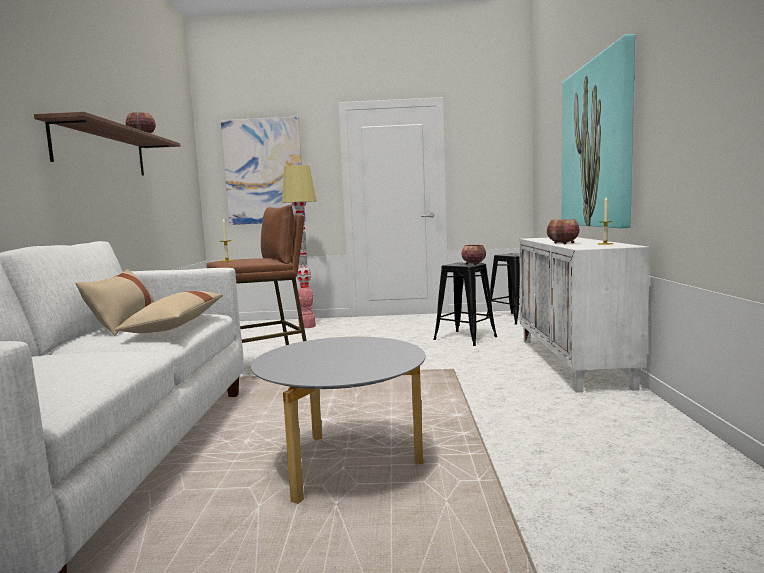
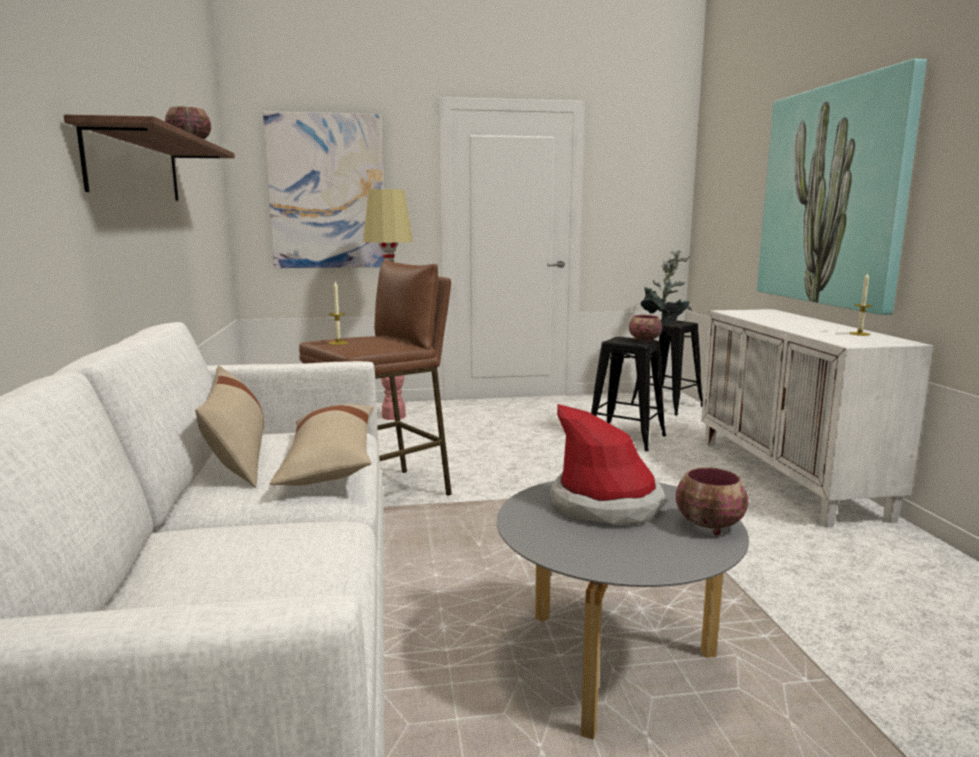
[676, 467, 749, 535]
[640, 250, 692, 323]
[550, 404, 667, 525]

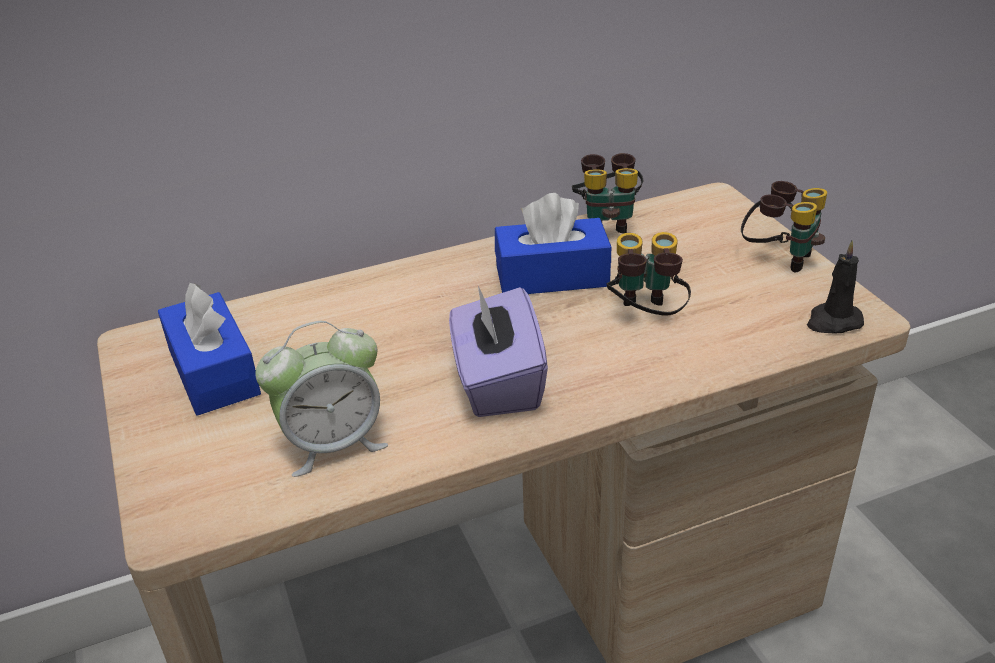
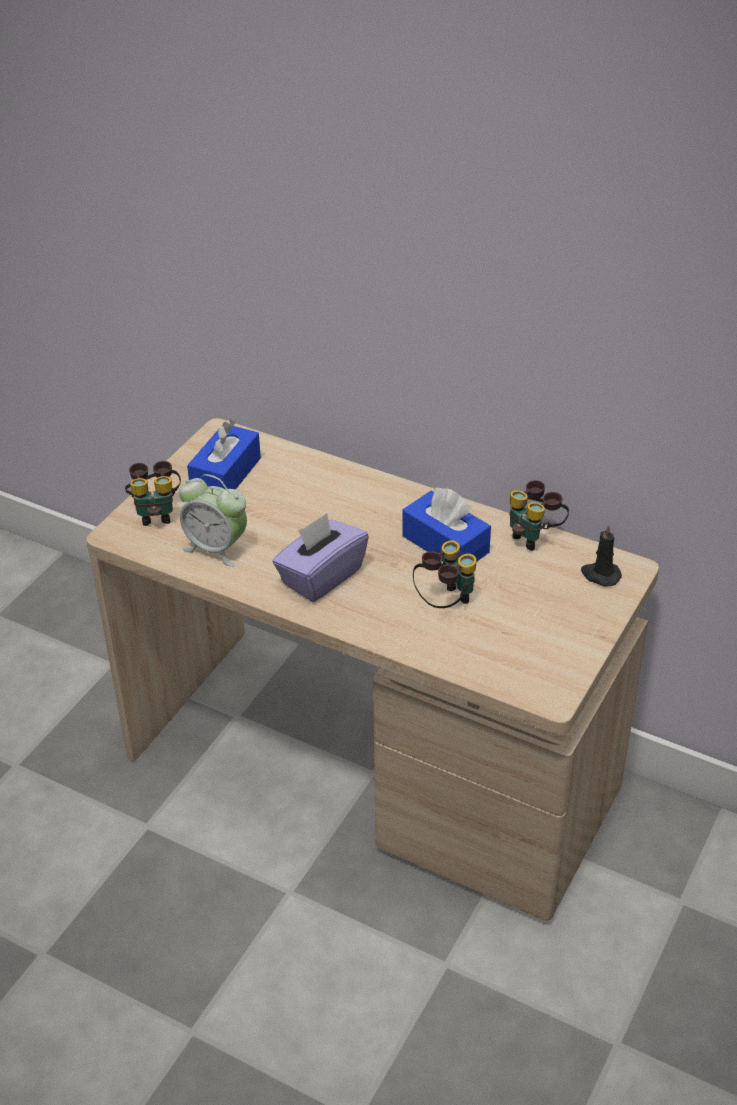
[125, 461, 181, 526]
[581, 524, 622, 587]

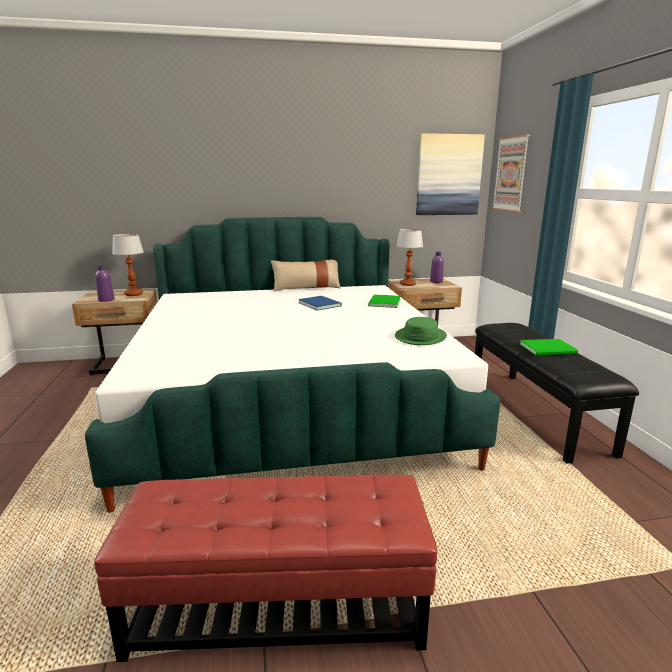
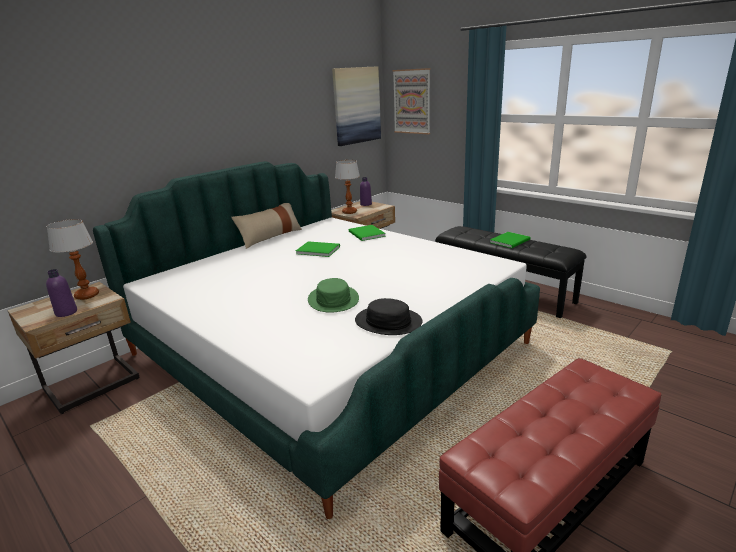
[296, 241, 340, 257]
[308, 278, 359, 313]
[355, 298, 422, 335]

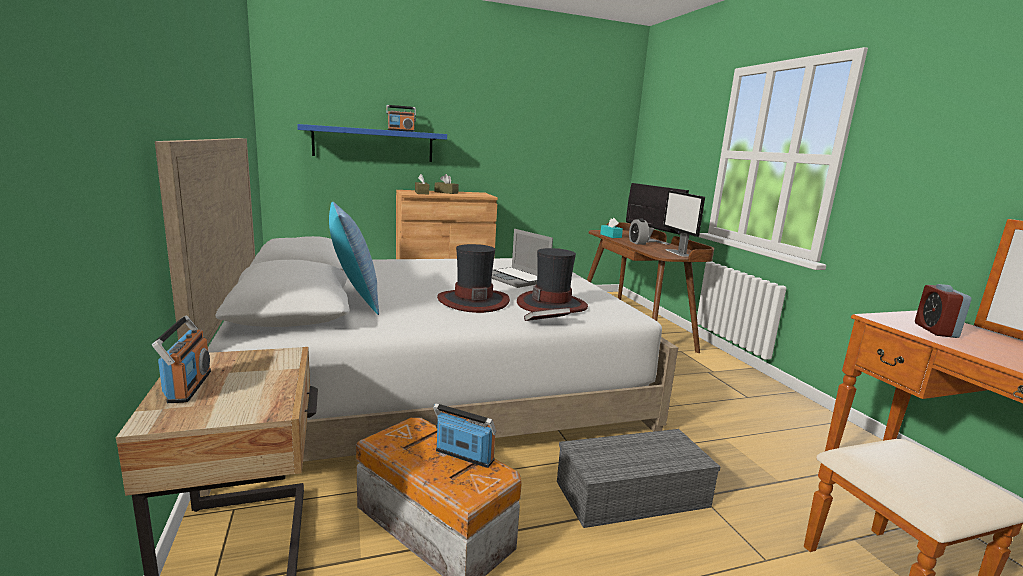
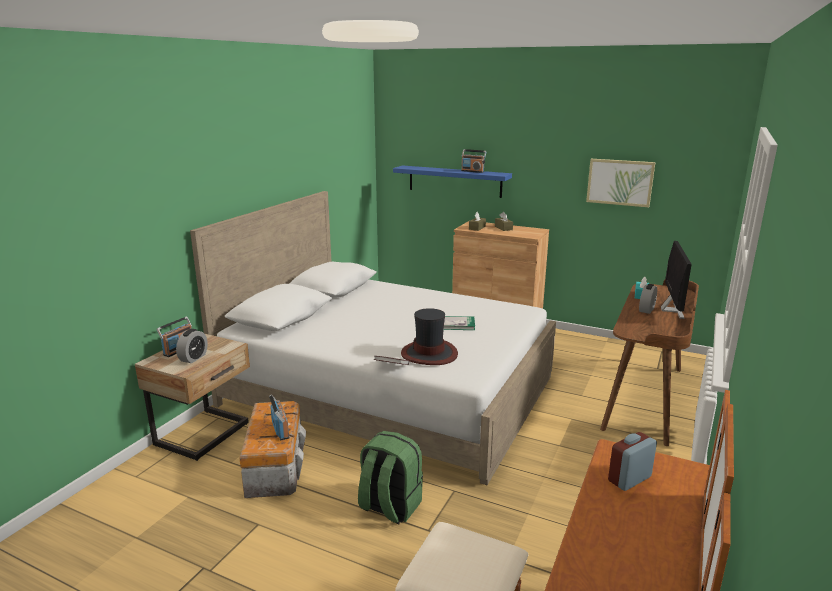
[663, 190, 705, 257] (first image)
[329, 202, 379, 315] (first image)
[444, 316, 475, 330]
[437, 244, 510, 313] (first image)
[358, 431, 423, 524]
[586, 159, 655, 207]
[176, 329, 208, 363]

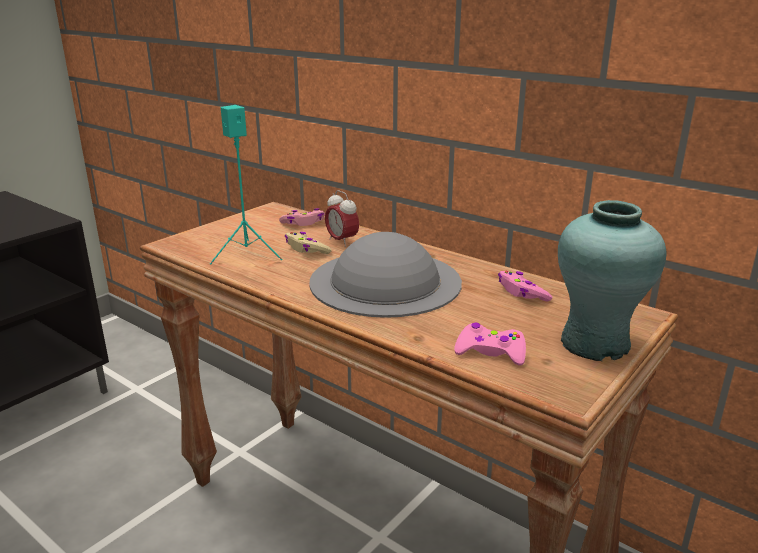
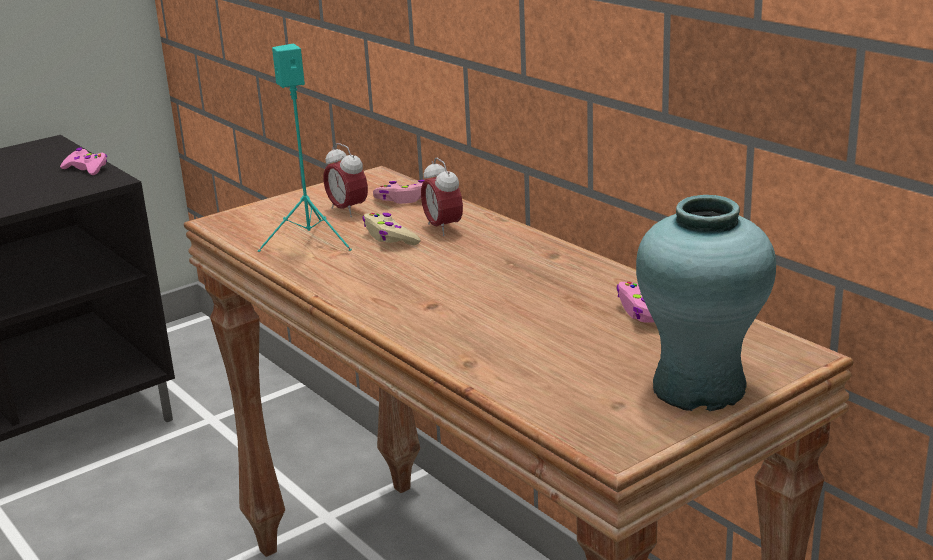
[309, 232, 462, 318] (first image)
[60, 147, 107, 175]
[324, 143, 368, 217]

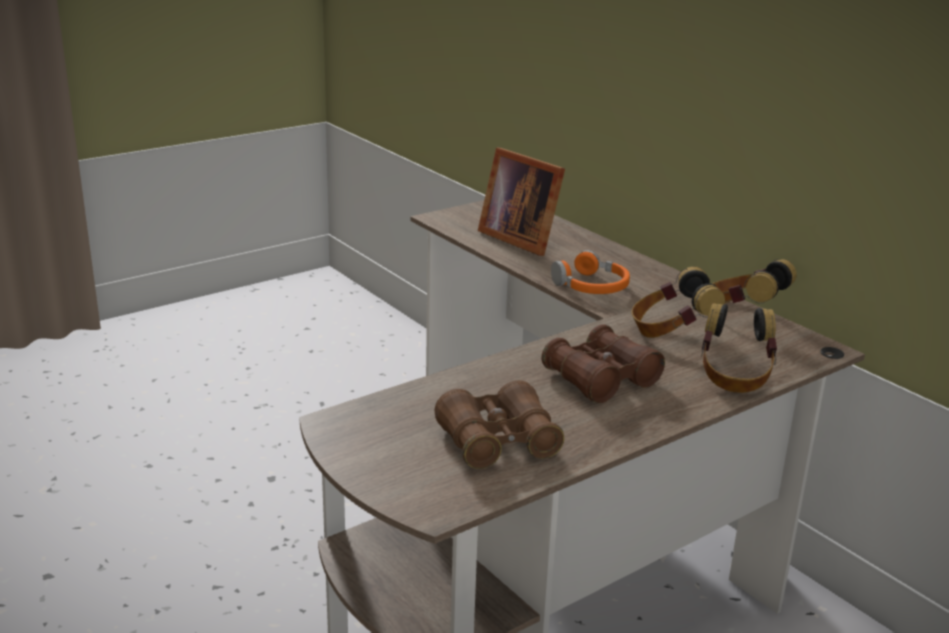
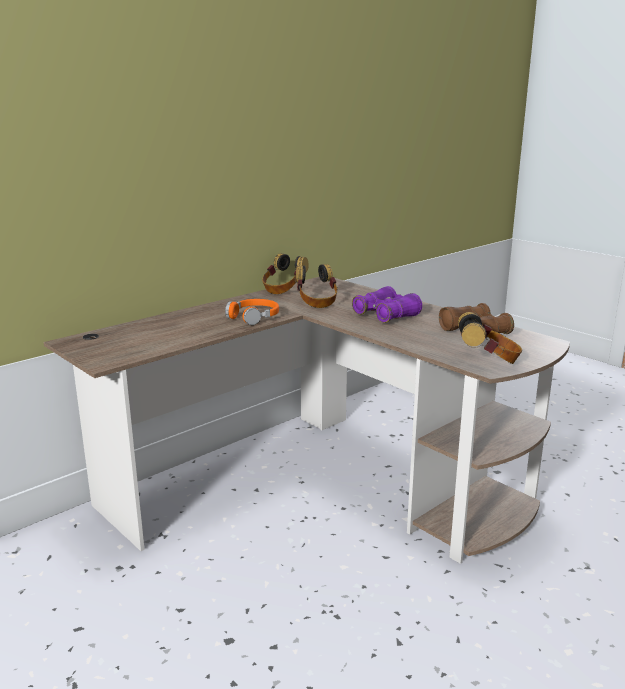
[478, 147, 565, 256] (first image)
[458, 312, 522, 364]
[352, 286, 422, 323]

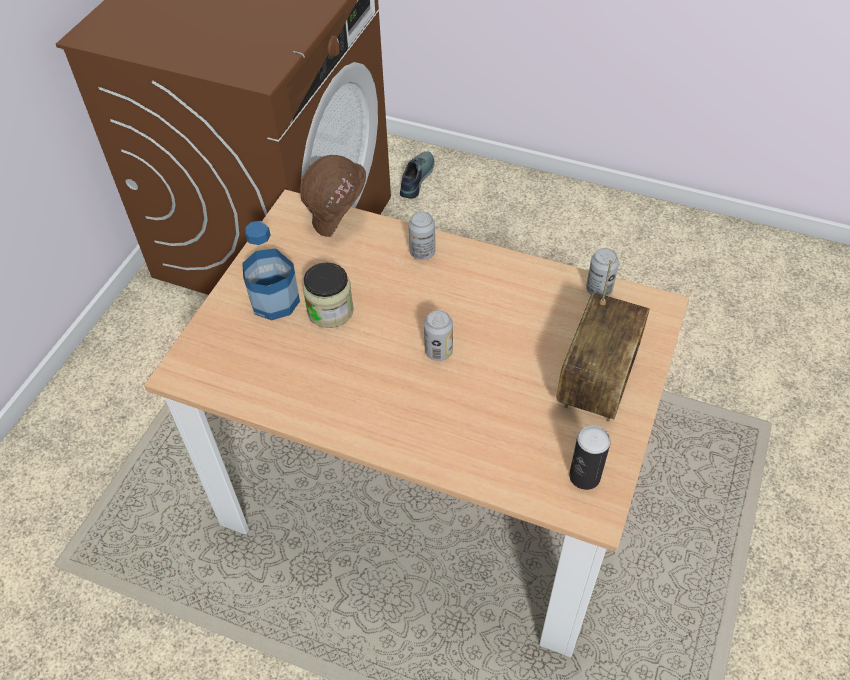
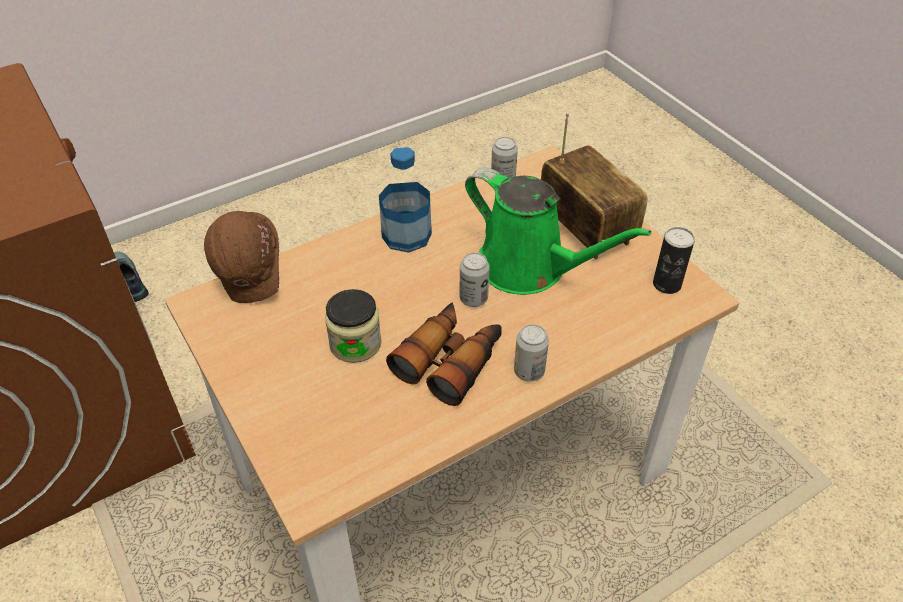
[514, 324, 549, 382]
[379, 147, 432, 253]
[465, 168, 652, 295]
[386, 302, 502, 406]

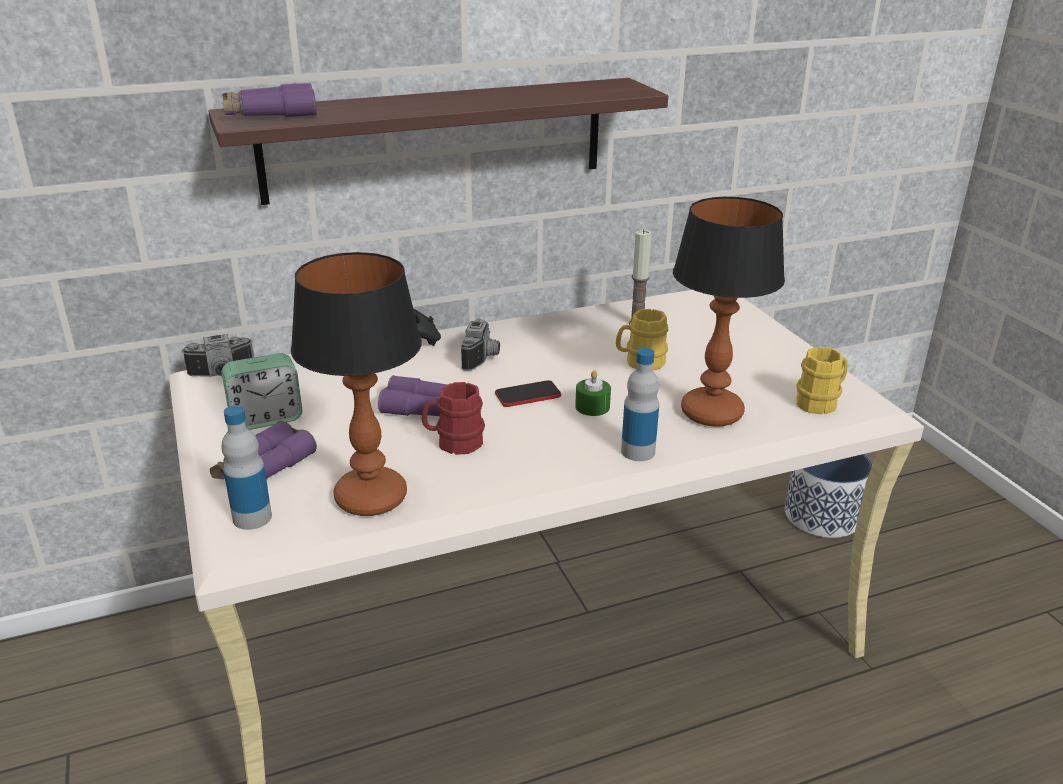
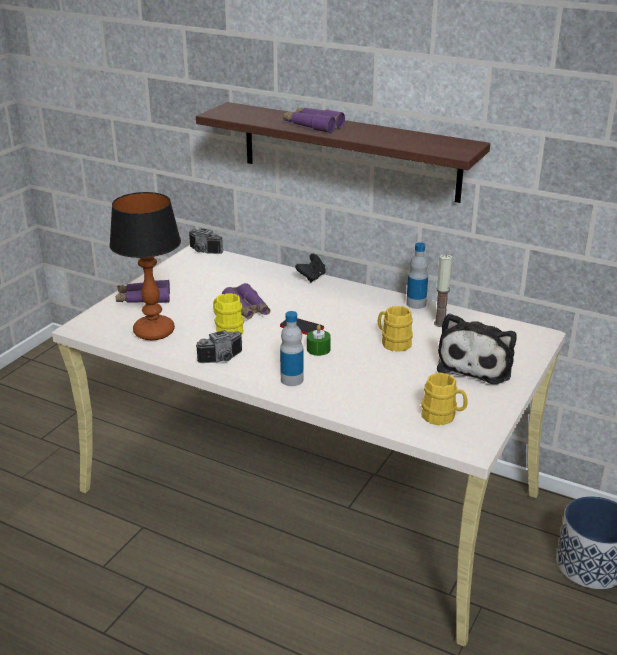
[283, 108, 345, 133]
[673, 197, 785, 427] (first image)
[196, 330, 242, 363]
[222, 353, 302, 430] (first image)
[213, 293, 244, 335]
[406, 242, 428, 309]
[437, 313, 517, 384]

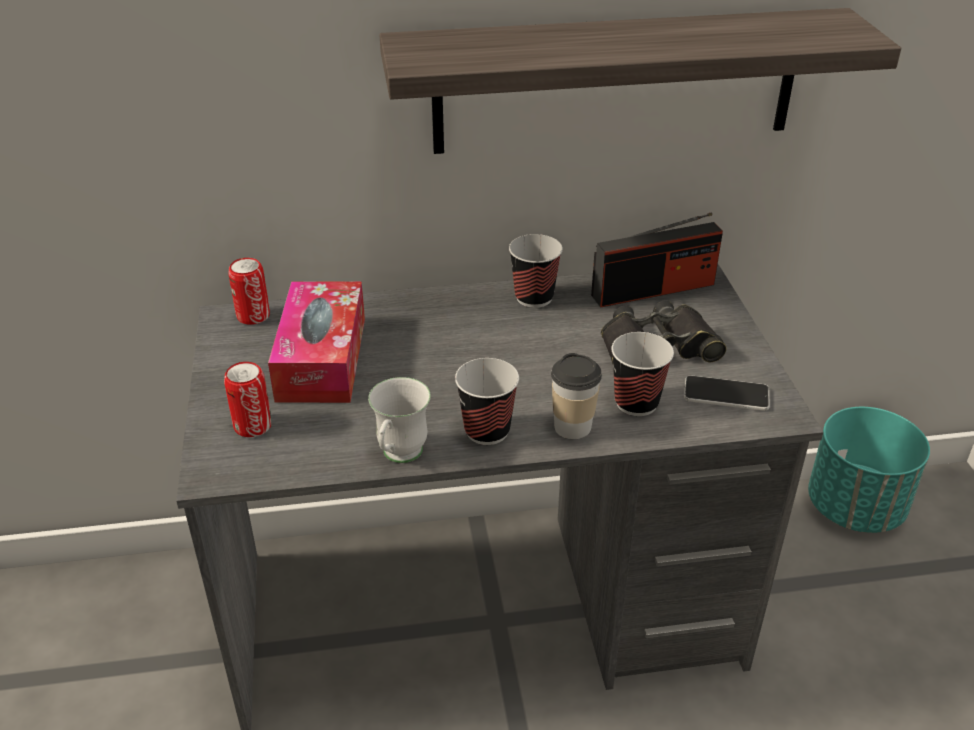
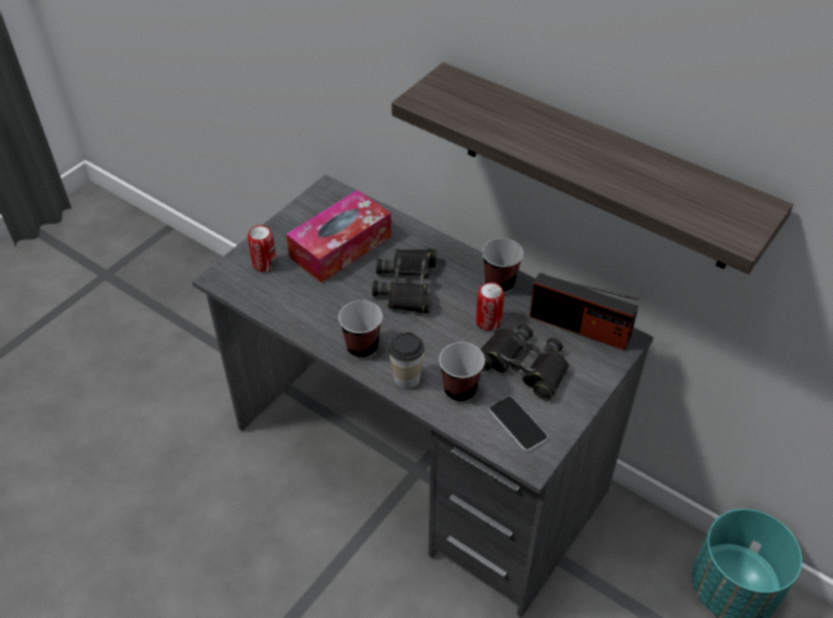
[476, 282, 504, 331]
[368, 377, 431, 463] (first image)
[372, 249, 436, 313]

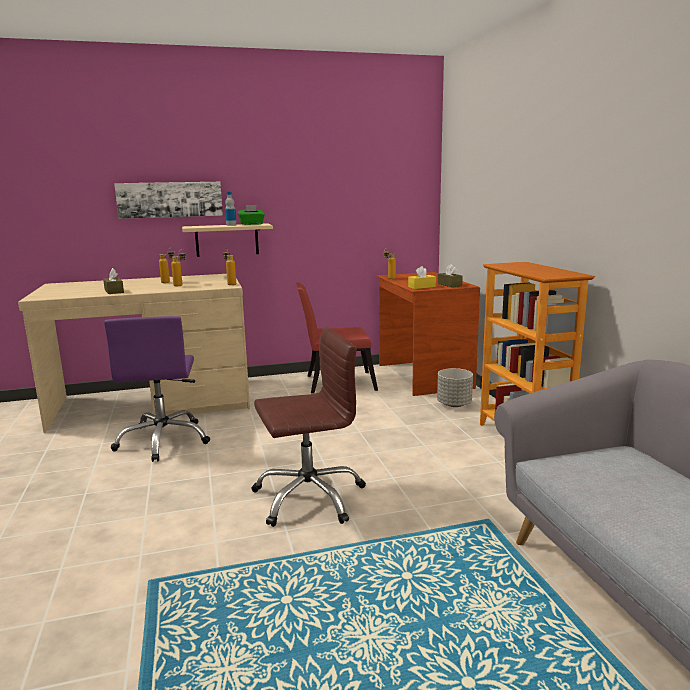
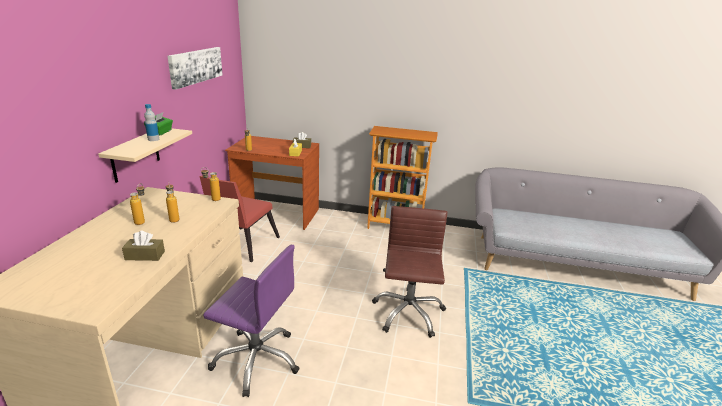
[167, 47, 223, 90]
[437, 368, 473, 407] (first image)

